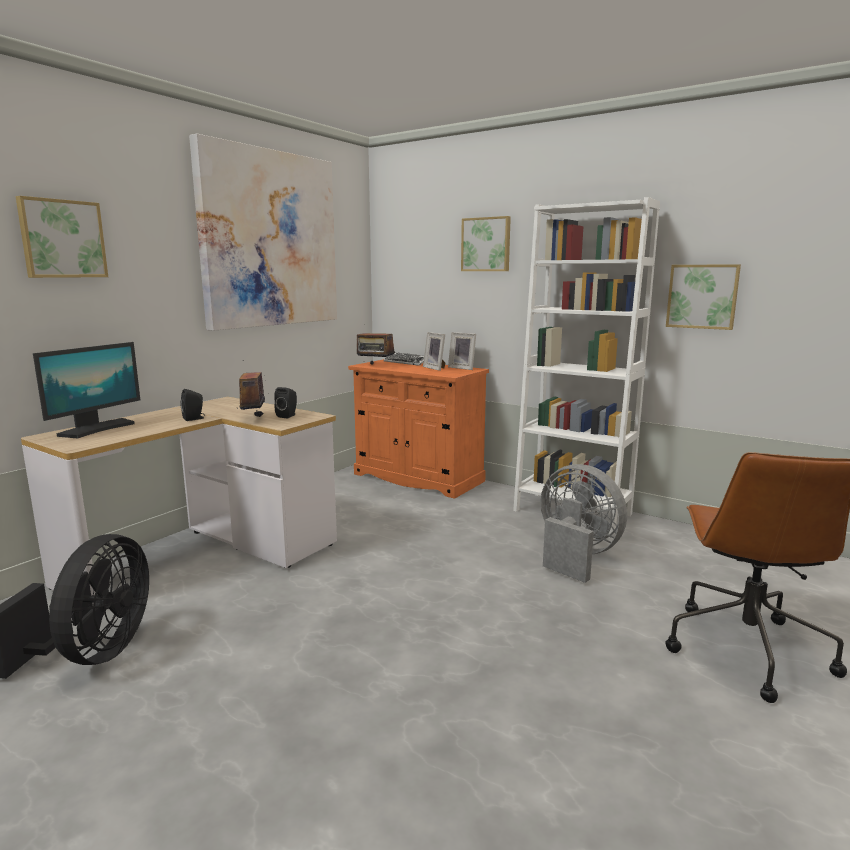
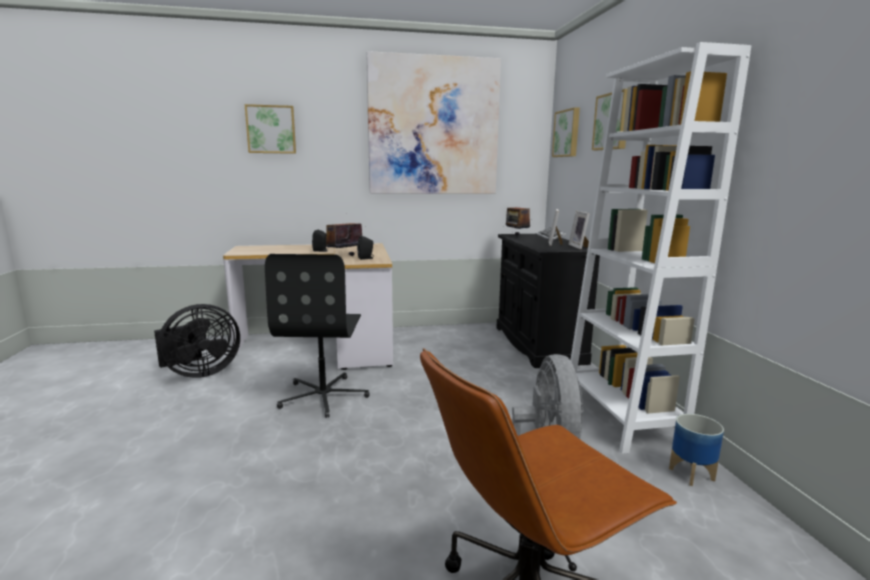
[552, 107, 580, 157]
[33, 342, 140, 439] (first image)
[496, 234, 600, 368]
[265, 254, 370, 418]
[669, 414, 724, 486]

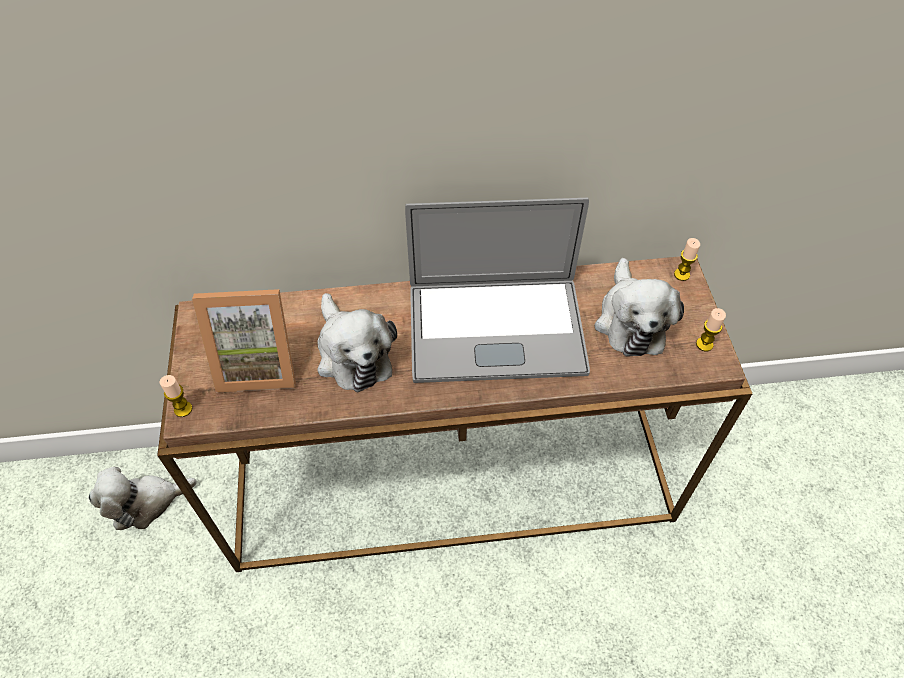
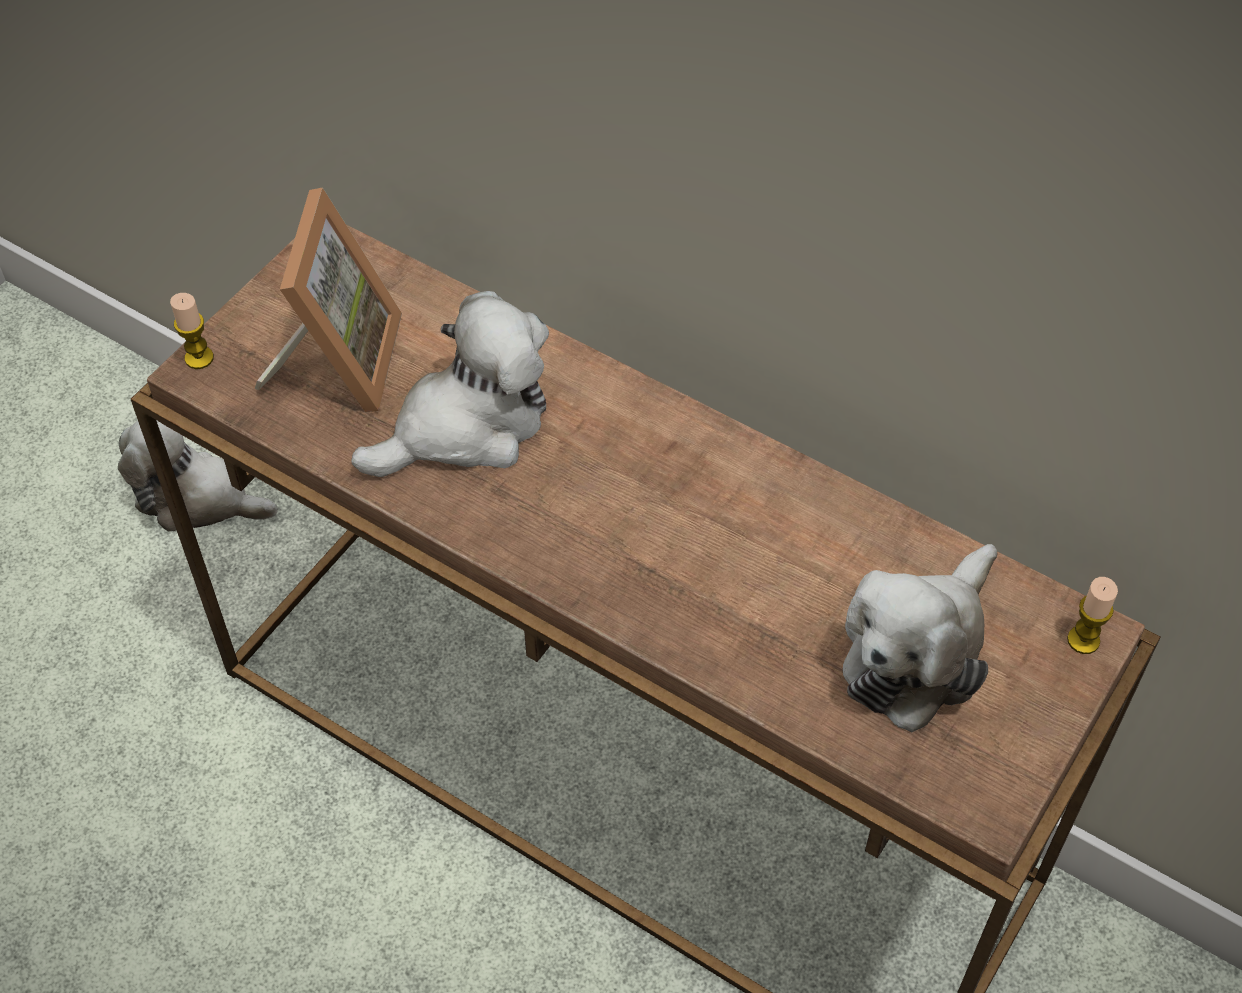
[405, 198, 590, 383] (first image)
[255, 188, 402, 412]
[351, 291, 549, 477]
[696, 308, 726, 352] (first image)

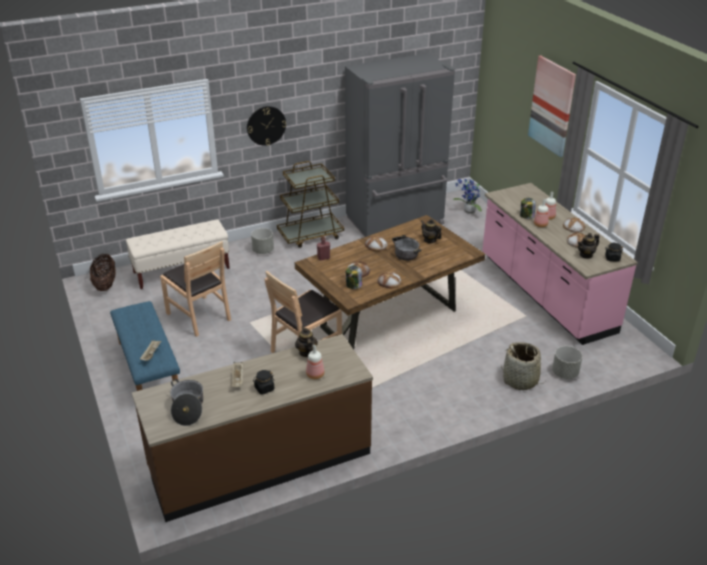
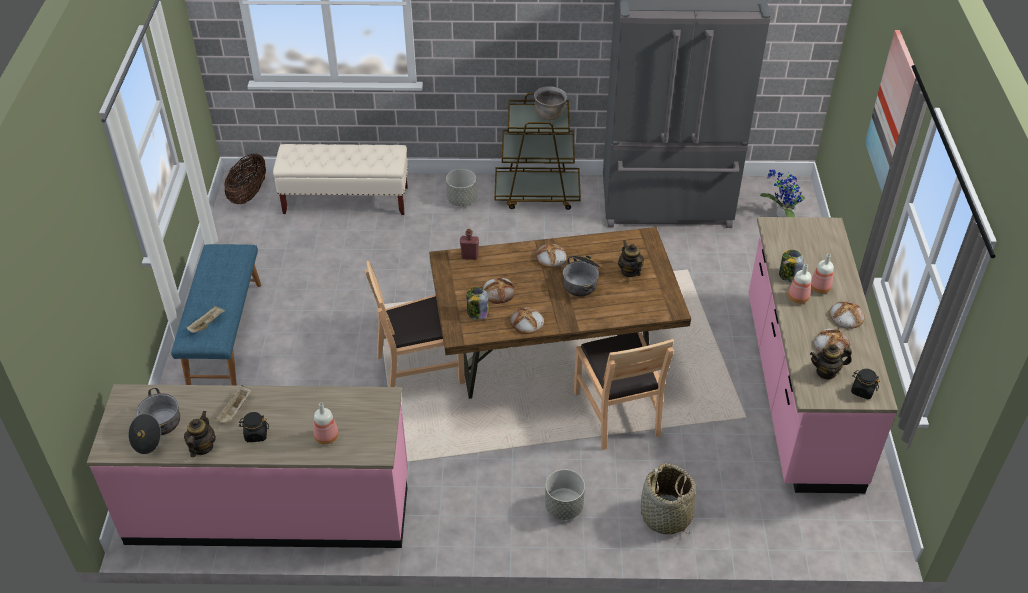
[247, 106, 286, 146] (first image)
[574, 333, 674, 450]
[184, 411, 216, 457]
[87, 384, 408, 548]
[545, 469, 585, 520]
[534, 86, 567, 120]

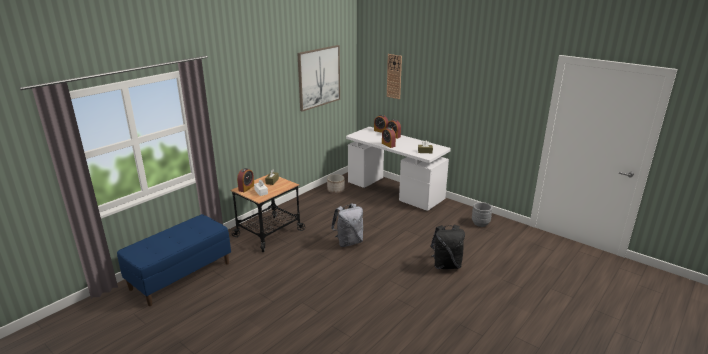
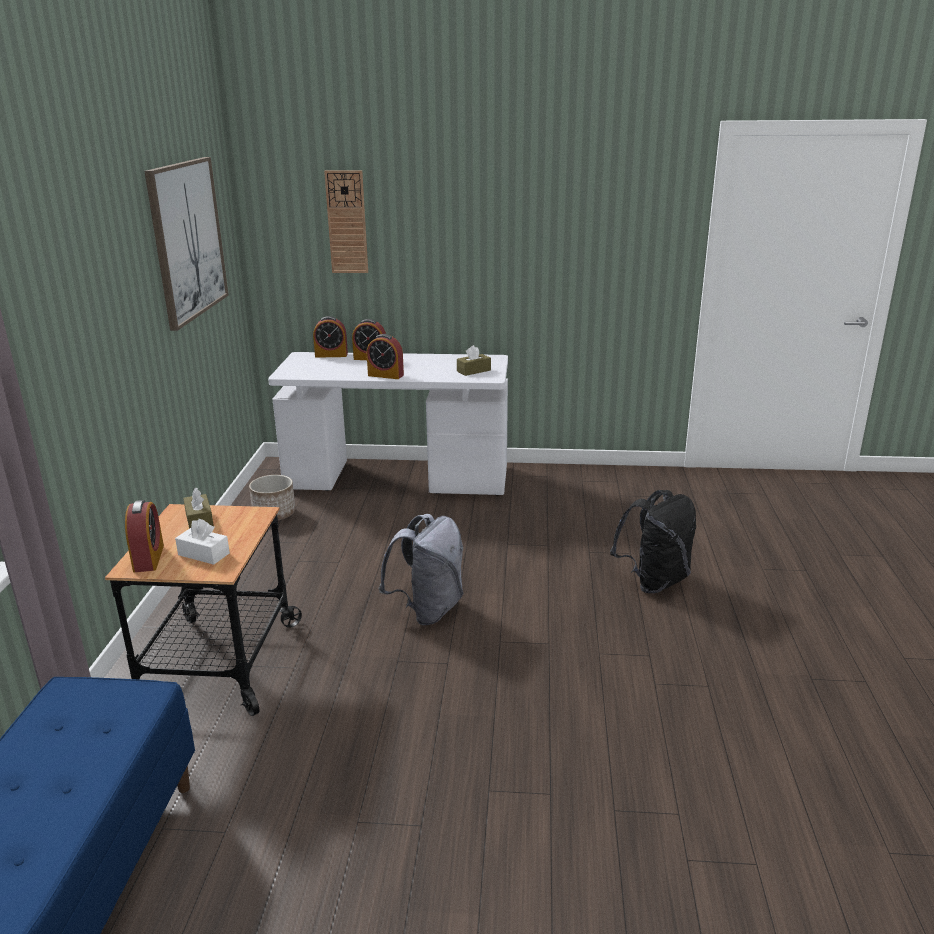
[472, 202, 492, 227] (first image)

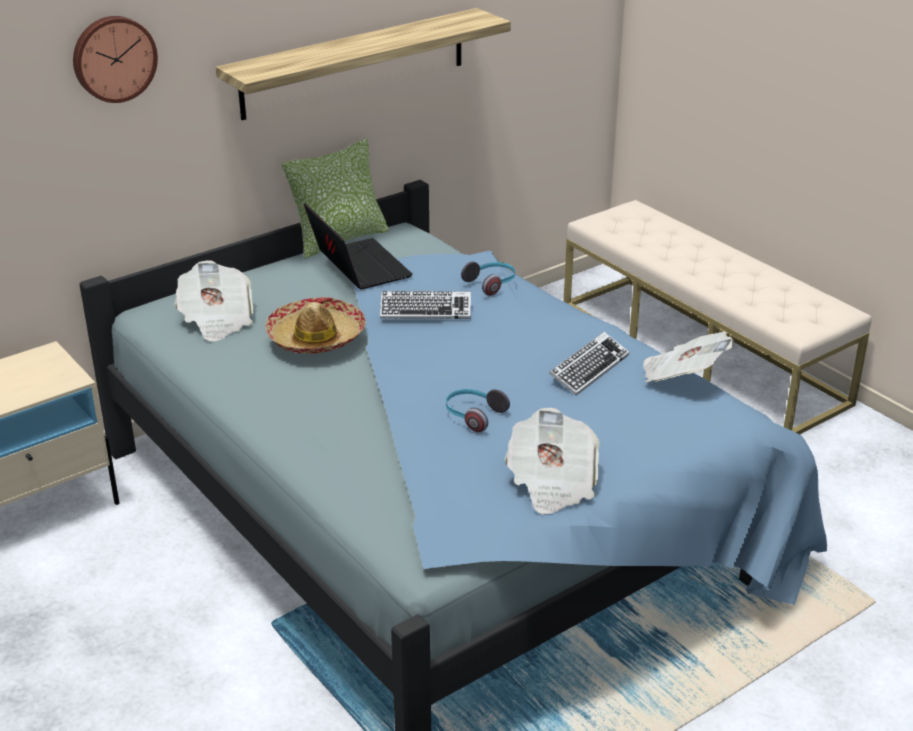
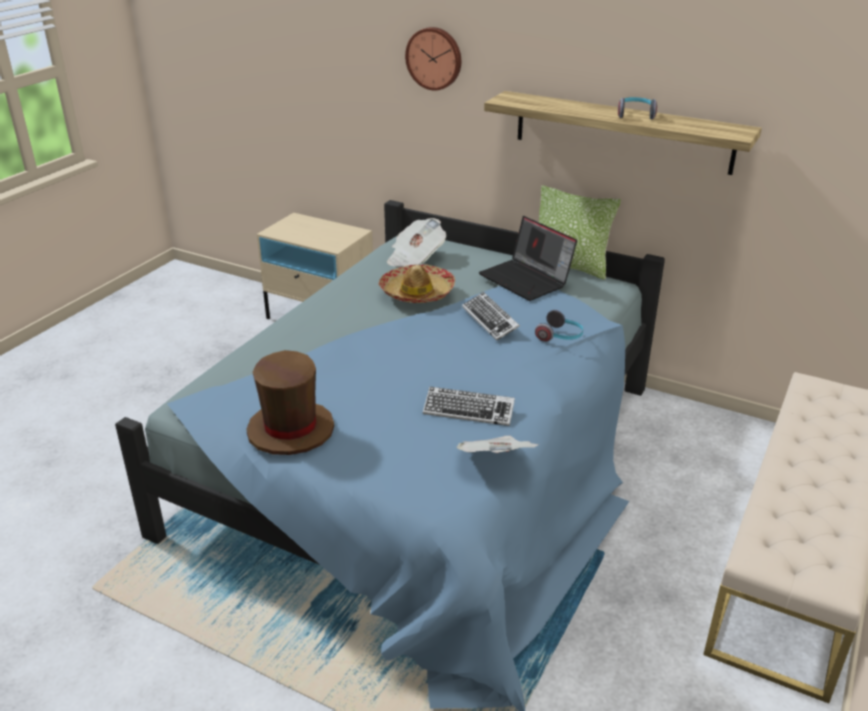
[479, 216, 577, 301]
[618, 97, 657, 119]
[247, 350, 334, 455]

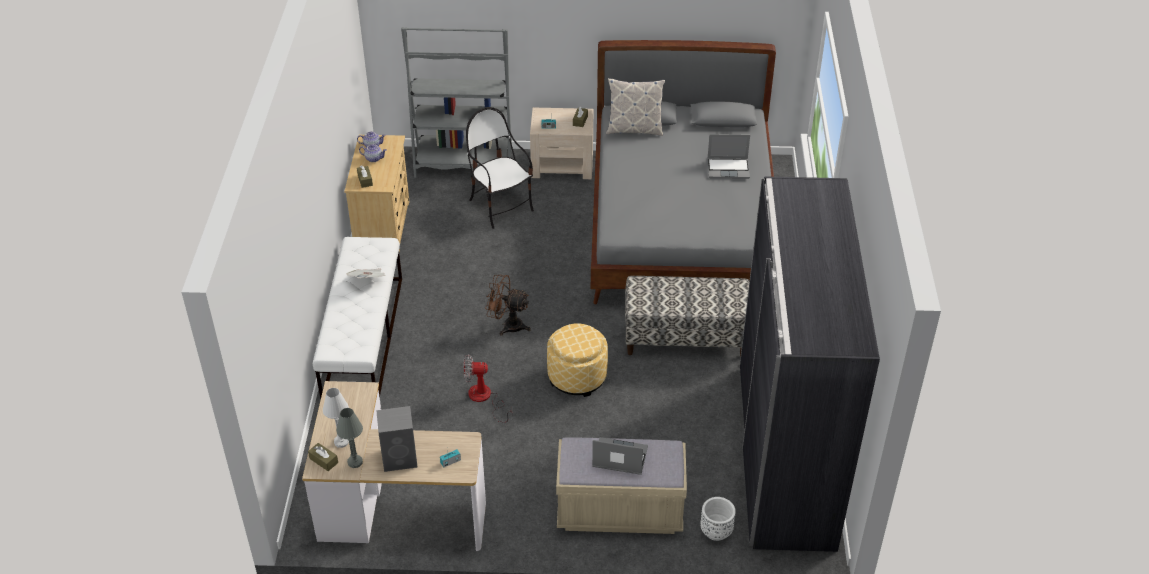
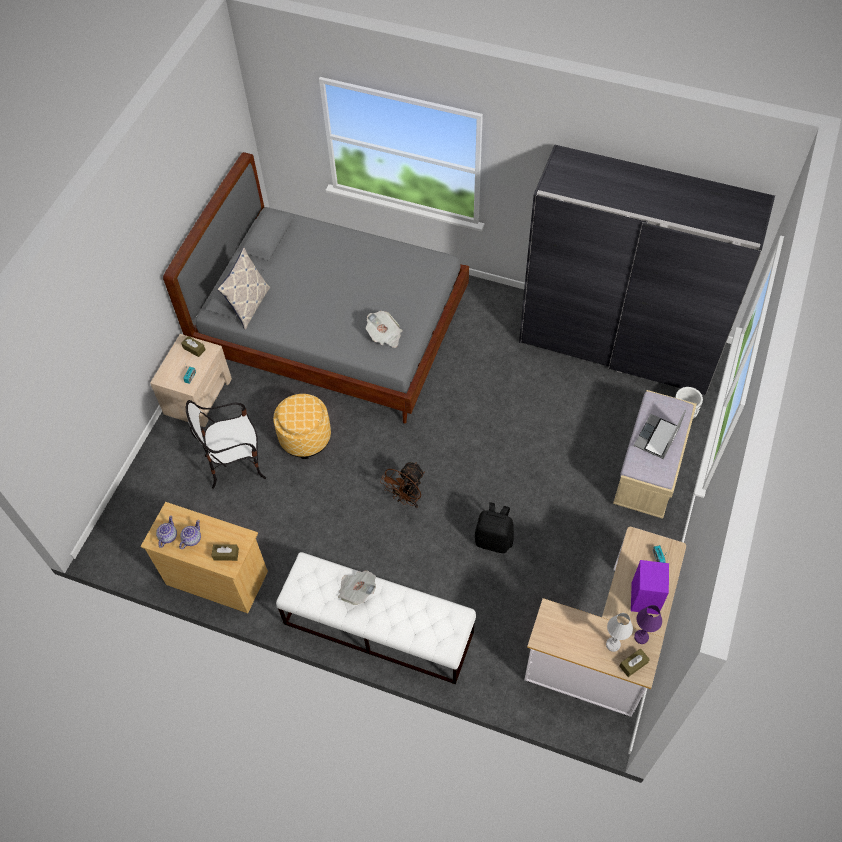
[401, 27, 512, 178] (first image)
[707, 134, 750, 179] (first image)
[625, 276, 749, 357] (first image)
[273, 394, 331, 459]
[475, 502, 514, 553]
[631, 560, 669, 615]
[634, 605, 662, 644]
[366, 311, 402, 348]

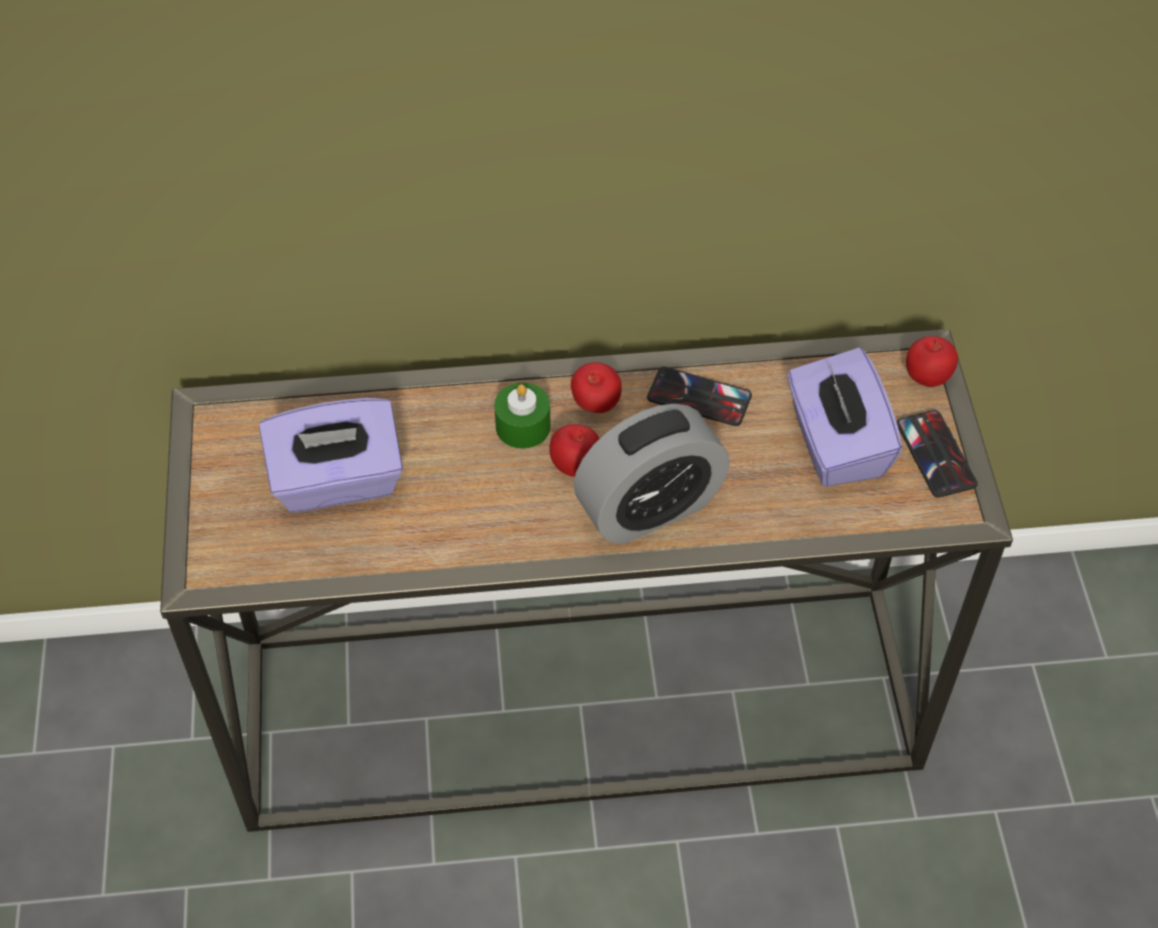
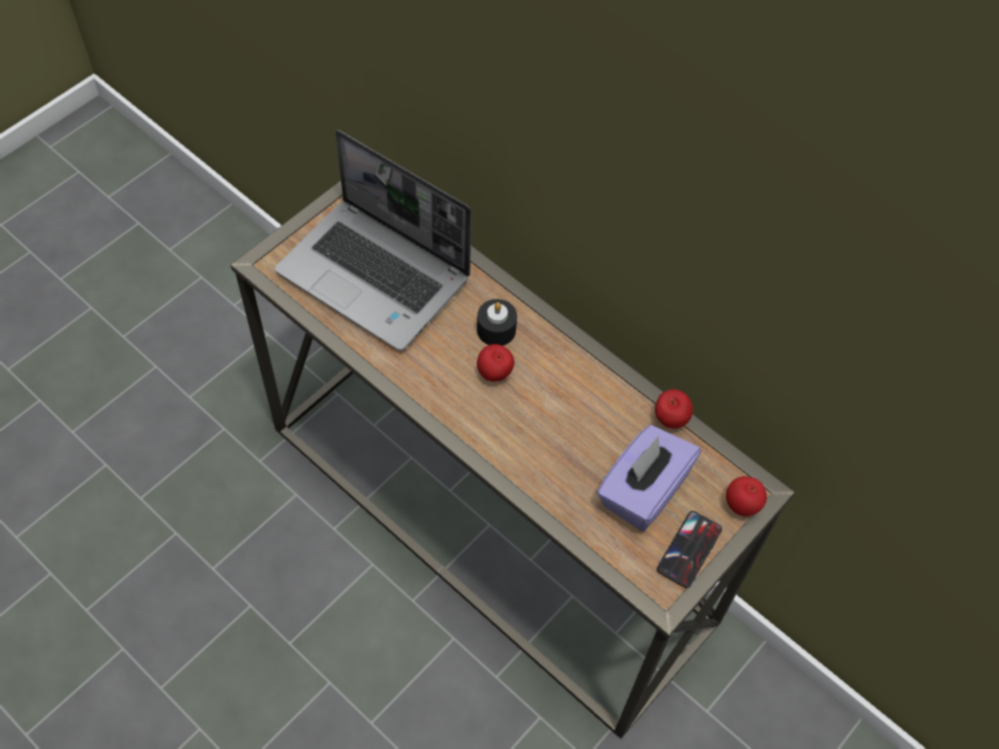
[655, 389, 693, 429]
[647, 366, 752, 426] (first image)
[477, 299, 517, 346]
[275, 130, 472, 351]
[574, 404, 729, 544] (first image)

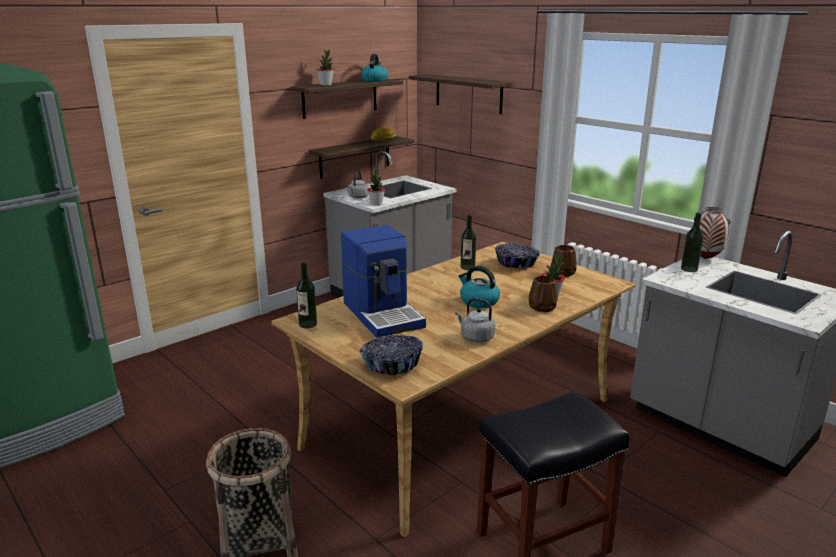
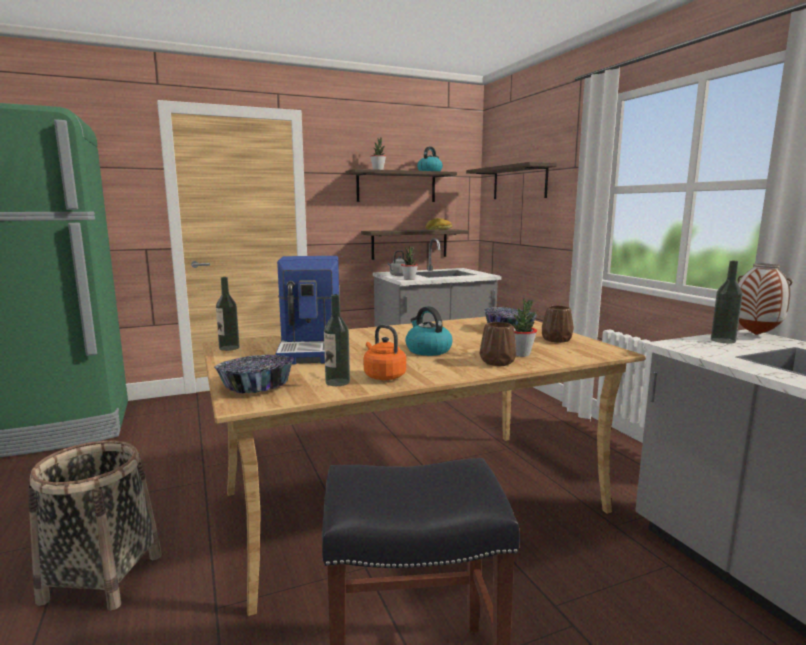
[324, 294, 350, 386]
[364, 325, 406, 380]

